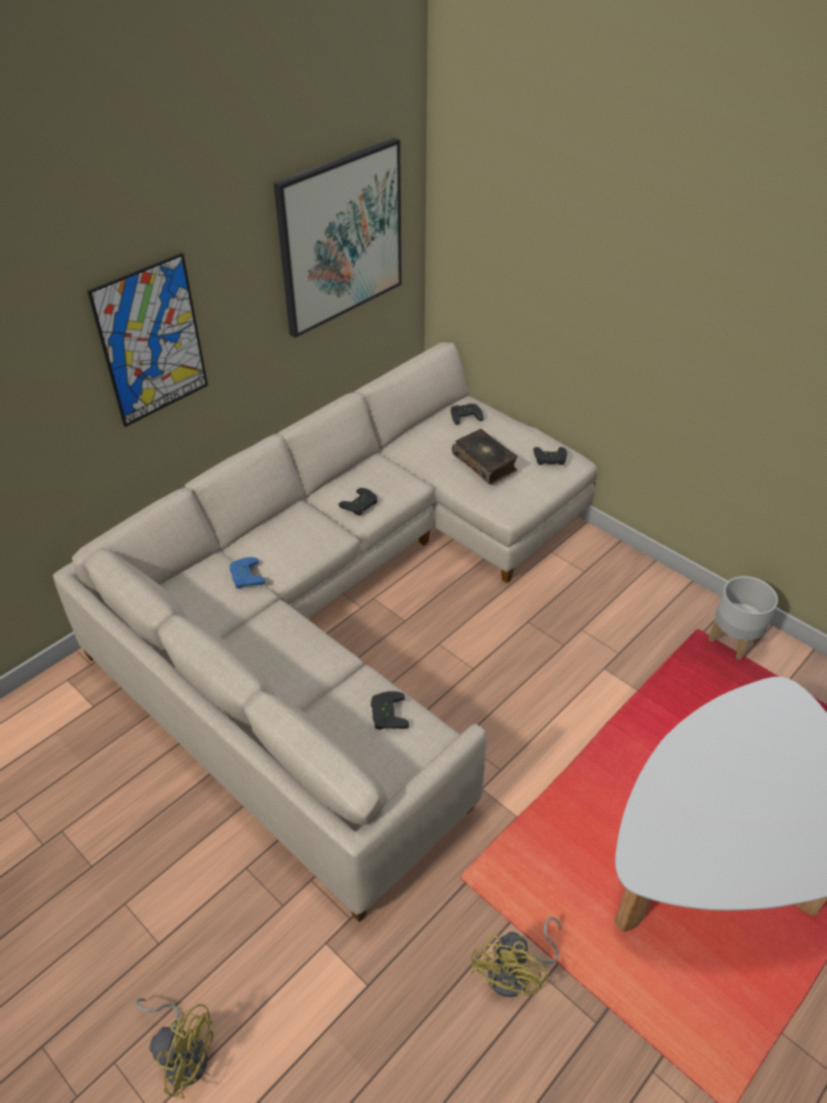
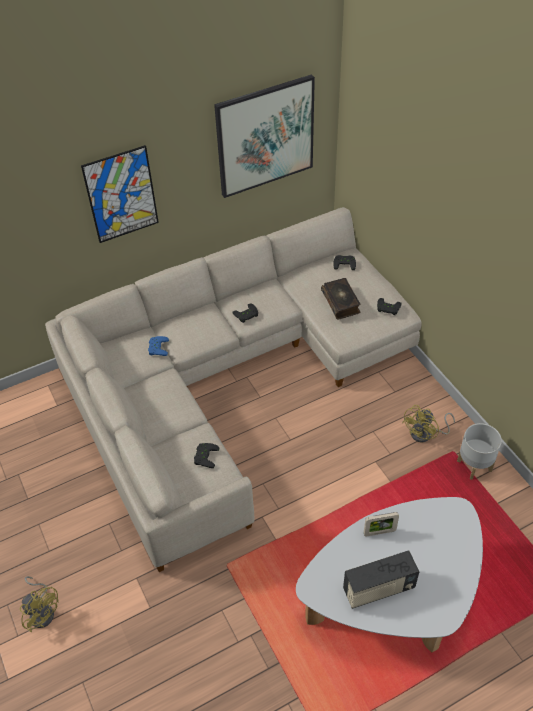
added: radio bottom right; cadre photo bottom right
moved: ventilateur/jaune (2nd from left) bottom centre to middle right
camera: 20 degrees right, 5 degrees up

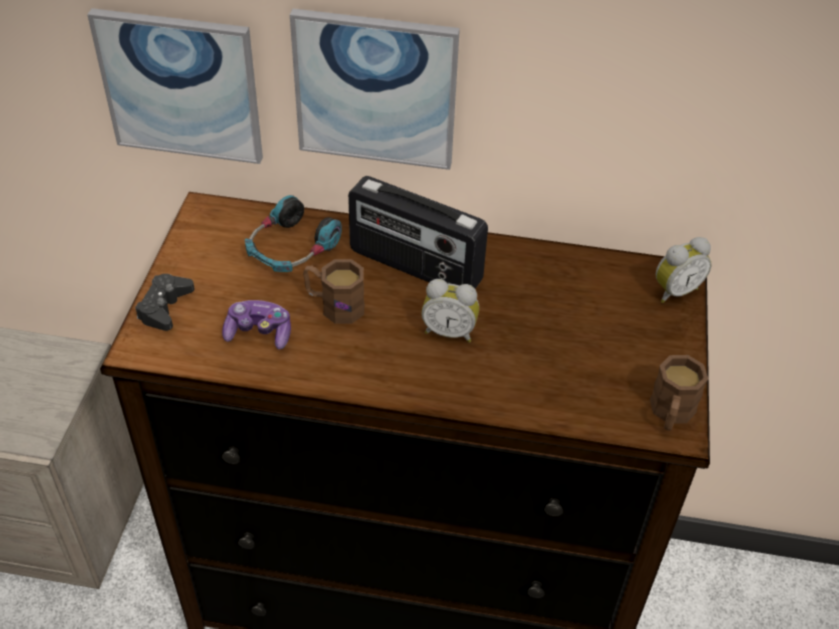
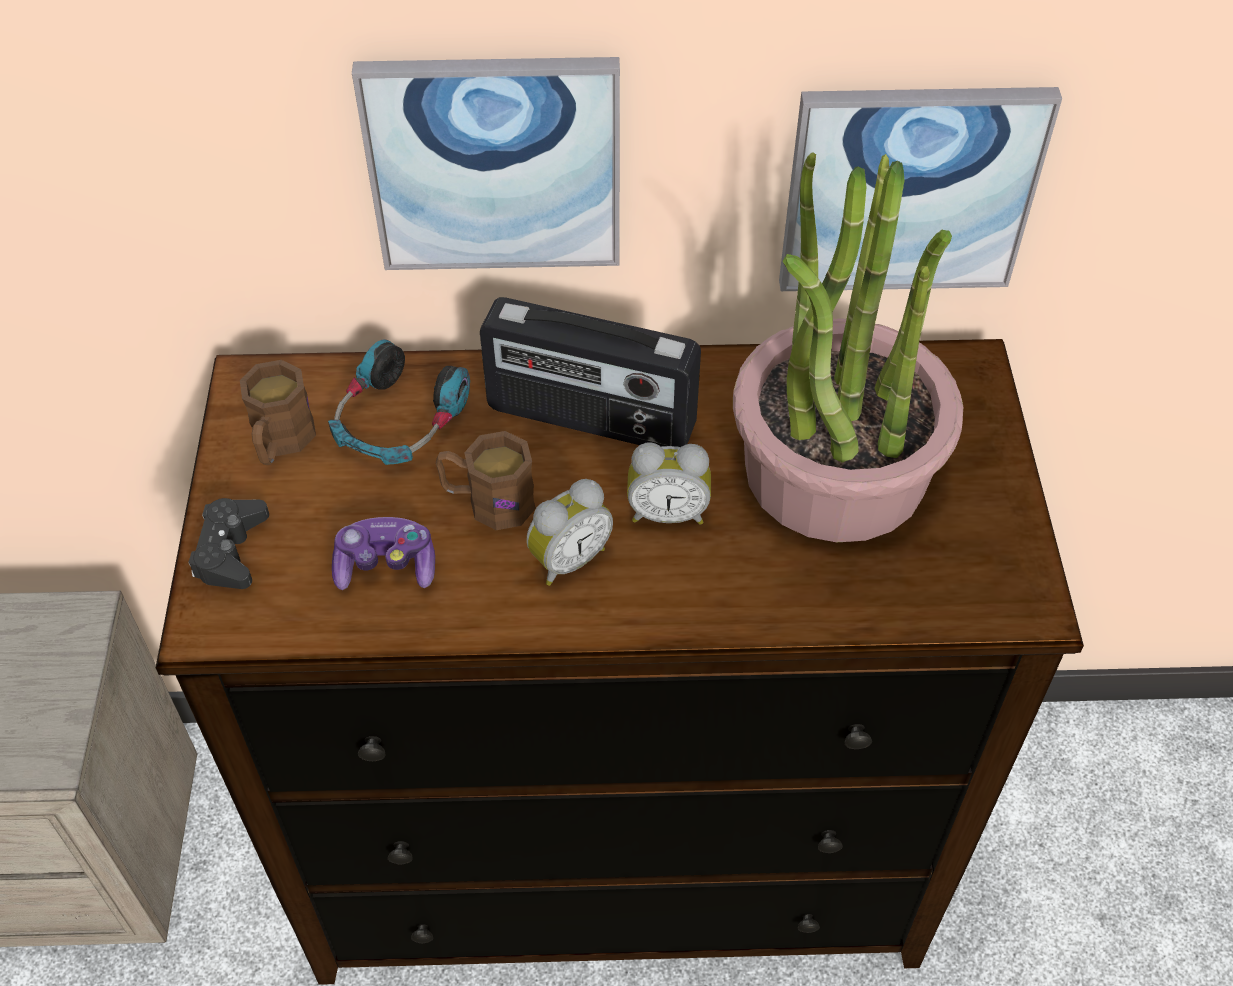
added: plante en pot middle right
moved: tableau (1st from left in the first image) top left to tableau (2nd from left) top right; mug/marron (2nd from left in the first image) middle right to mug/marron (1st from left) middle left; réveil (2nd from left in the first image) middle right to réveil (1st from left) centre
camera: 10 degrees left, 5 degrees up

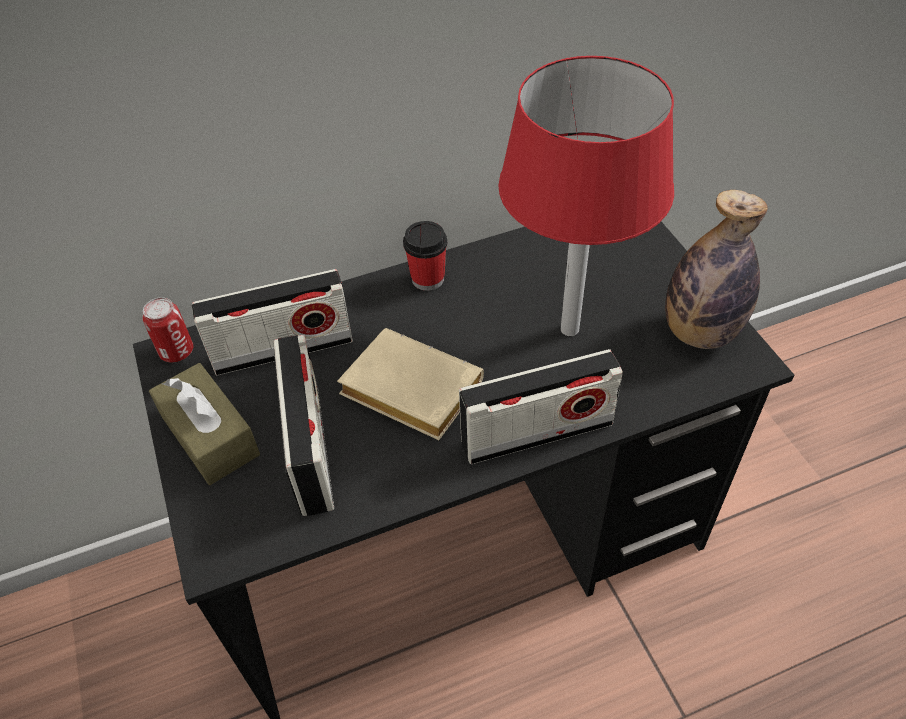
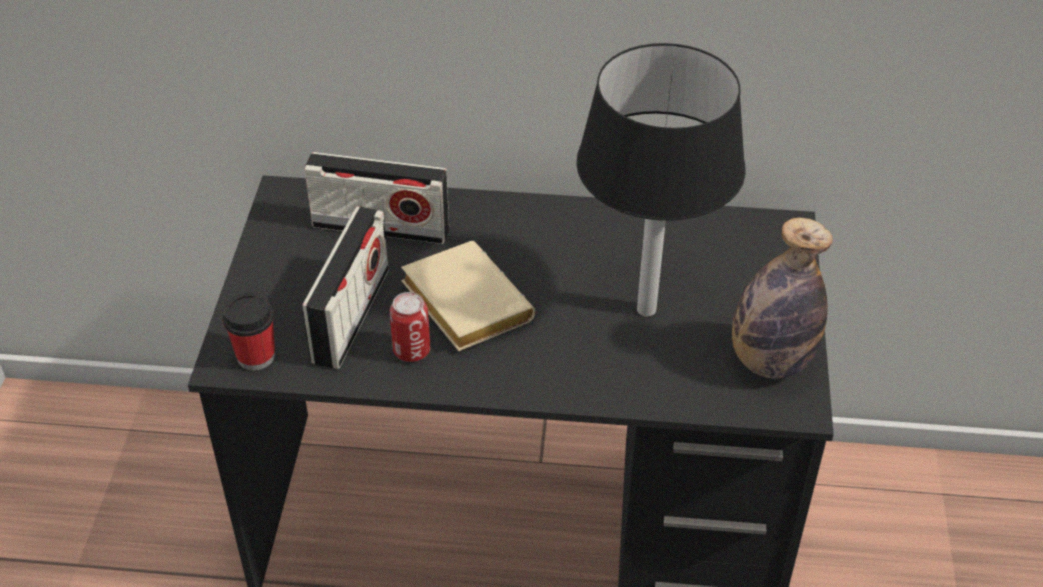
removed: boîte à mouchoirs/marron middle left; radio (3rd from left) centre
moved: boîte métallique middle left to centre; tasse centre to middle left
recoloured: lampe de table/rouge top centre to lampe de table/noir top centre
camera: 25 degrees right, 5 degrees down

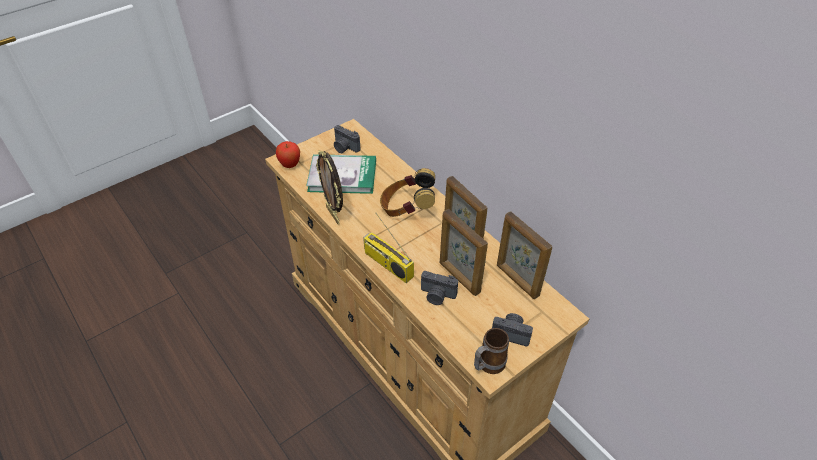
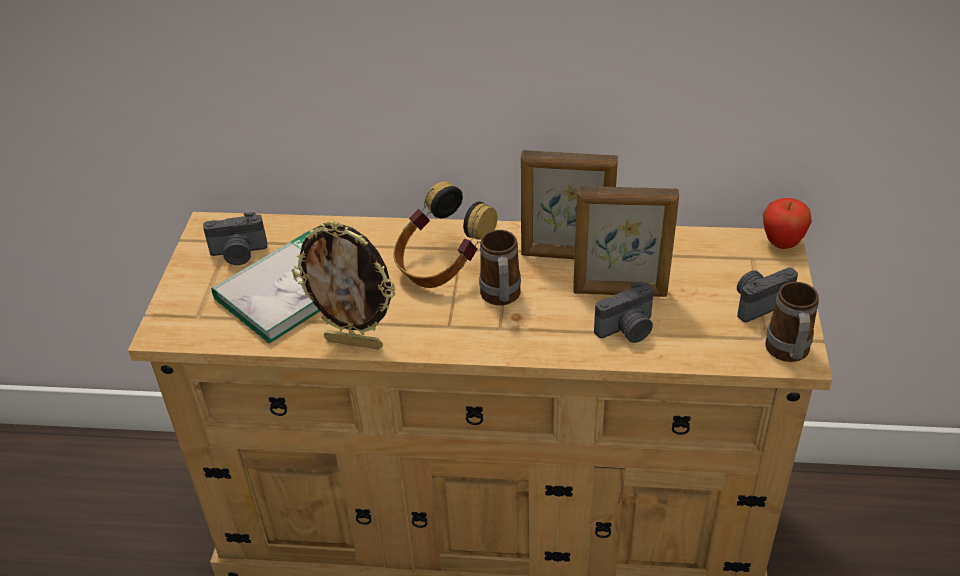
removed: radio centre; cadre photo (4th from left) centre
added: mug (1st from left) centre
moved: pomme centre to middle right
camera: 45 degrees left, 5 degrees down

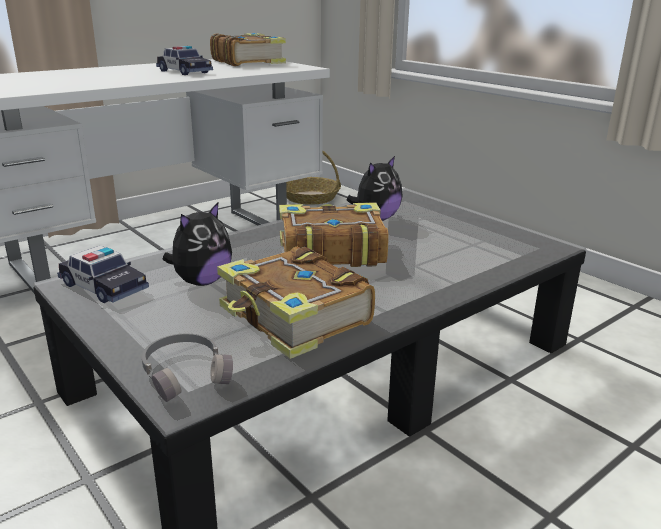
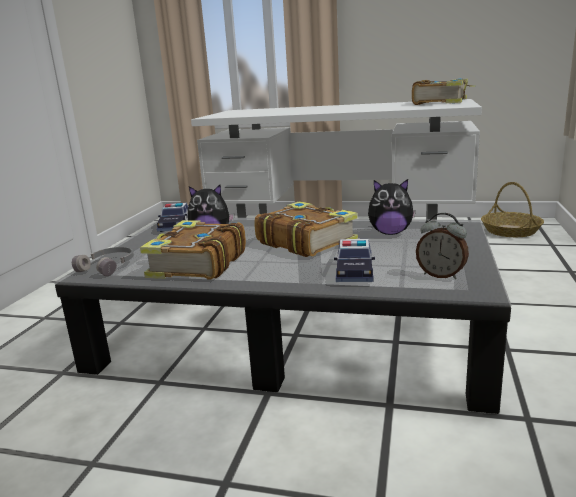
added: réveil middle right
moved: petite voiture (2nd from left) top left to centre
camera: 55 degrees right, 5 degrees down

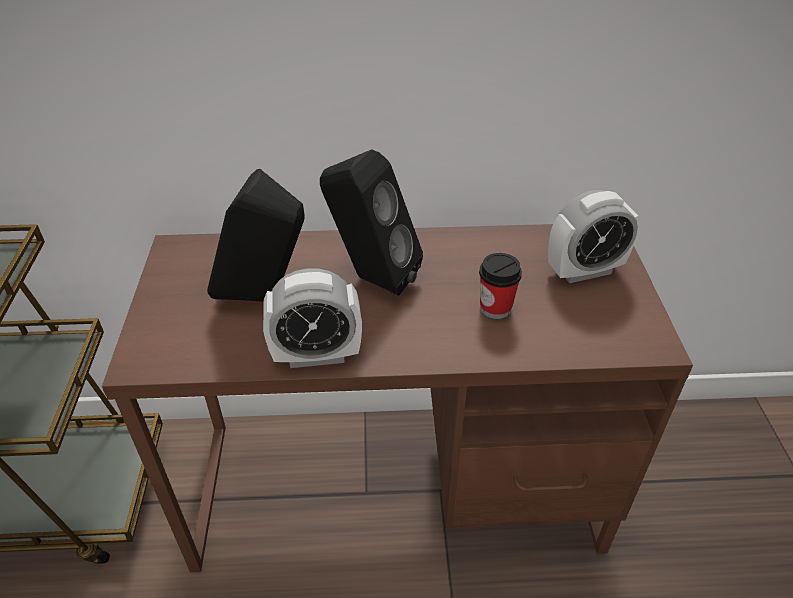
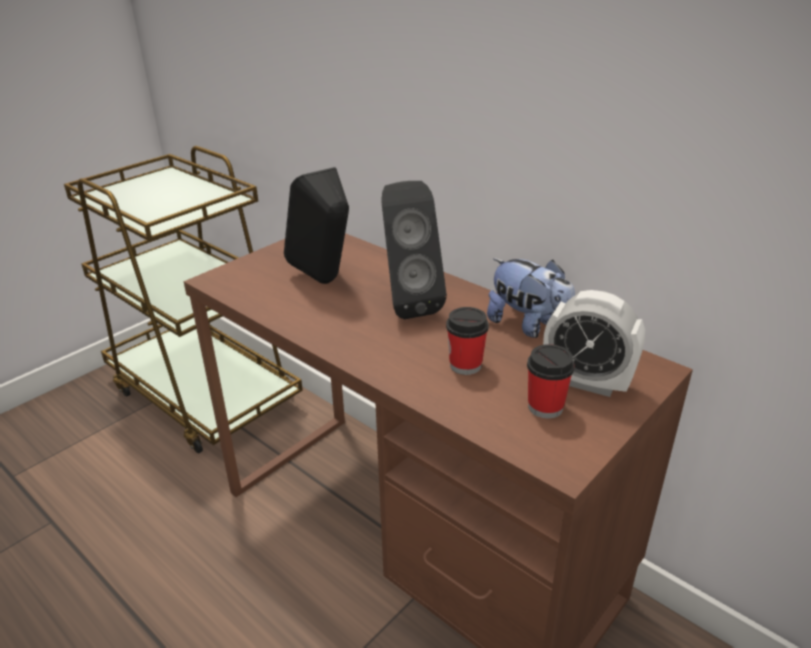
removed: réveil (1st from left) centre
added: peluche centre; tasse (2nd from left) middle right
camera: 45 degrees right, 10 degrees down

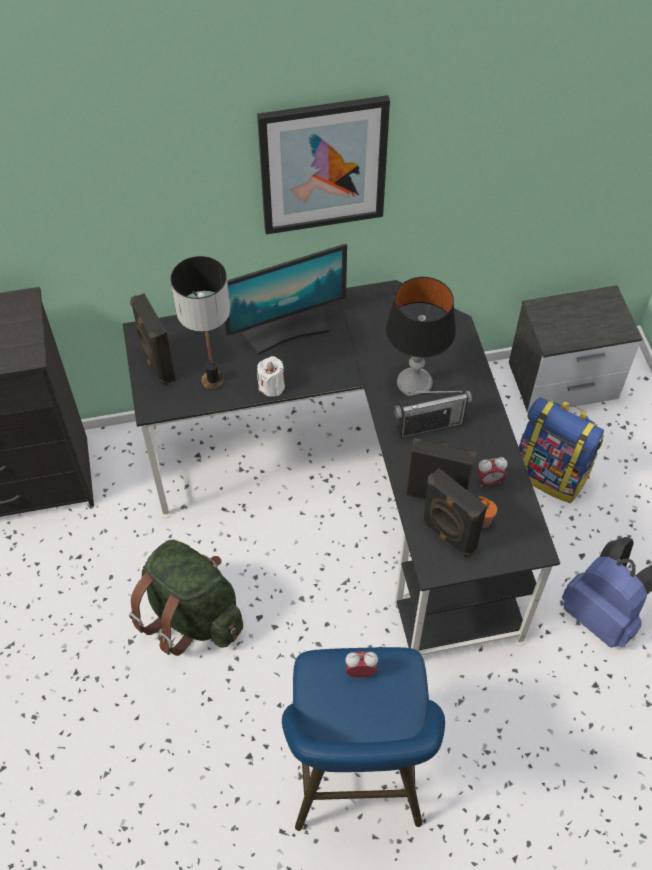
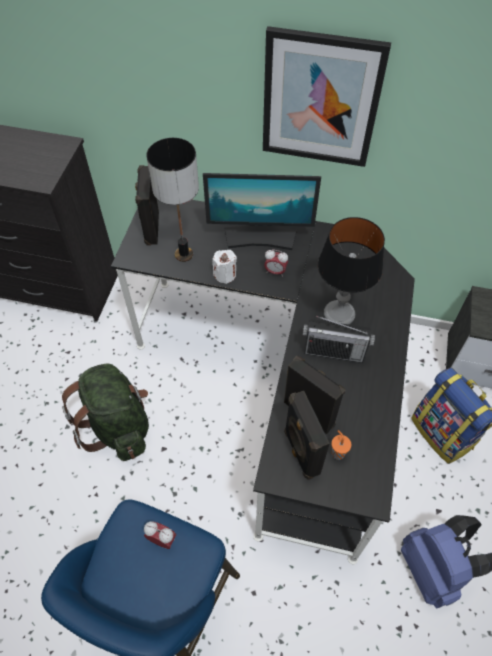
moved: réveil (2nd from left) middle right to centre
camera: 25 degrees right, 0 degrees up

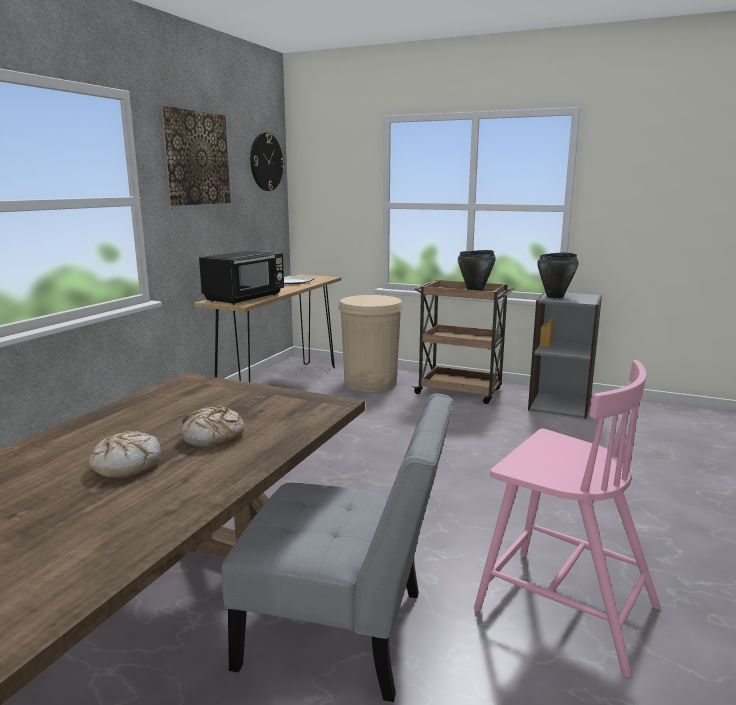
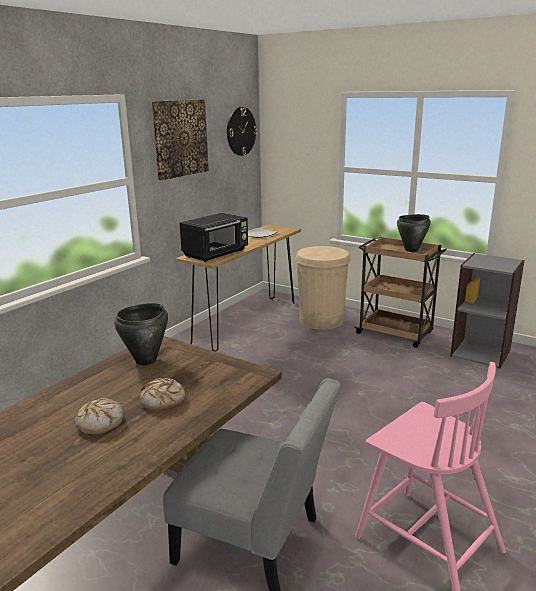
moved: marmite/noir (2nd from left in the first image) middle right to marmite/noir (1st from left) middle left
camera: 10 degrees right, 5 degrees up

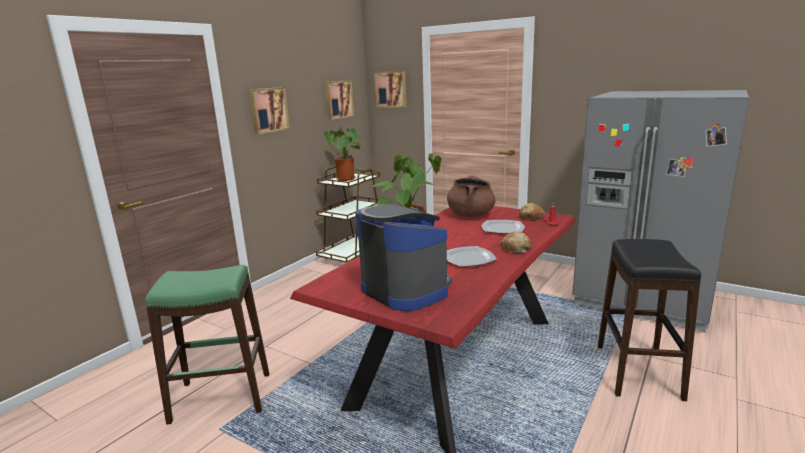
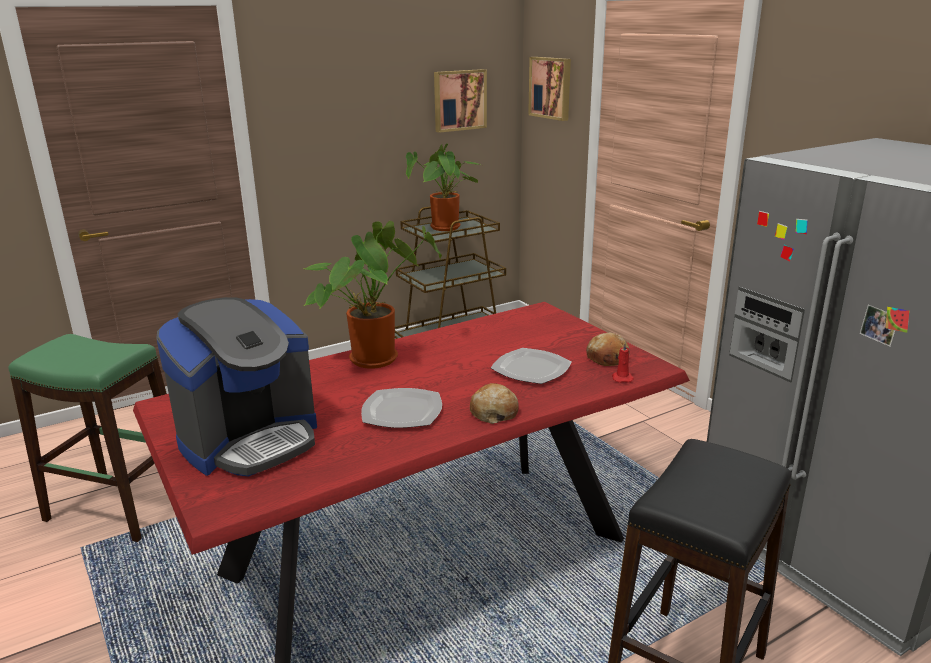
removed: tableau (1st from left) top centre; marmite/marron centre
turned: machine à café centre = middle left 60 degrees clockwise
camera: 25 degrees right, 5 degrees up

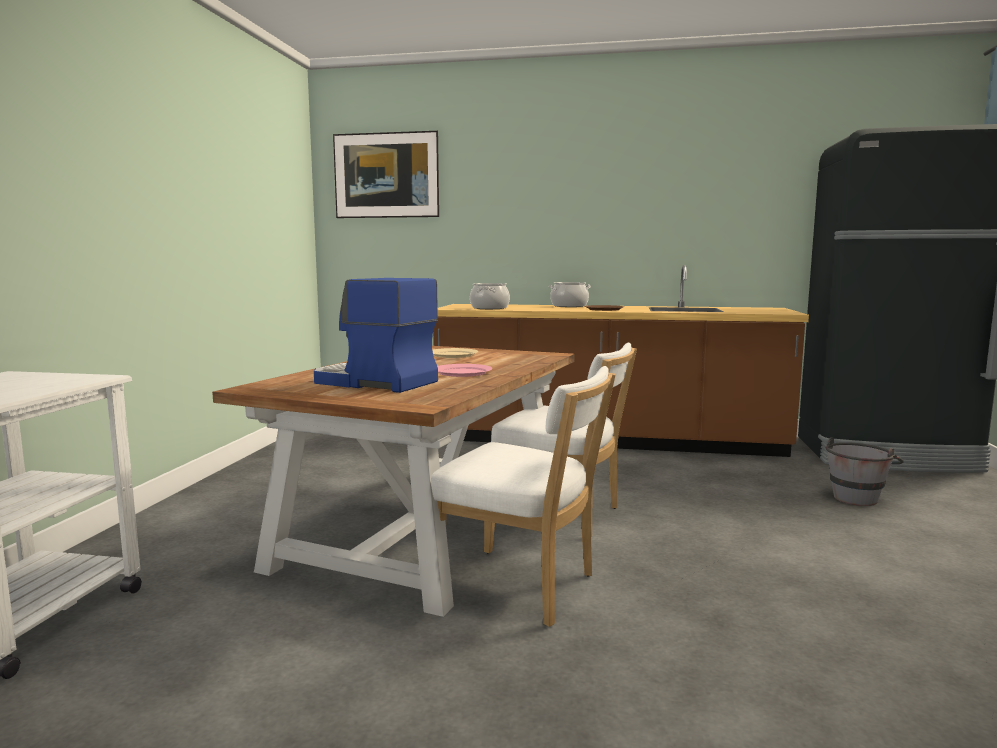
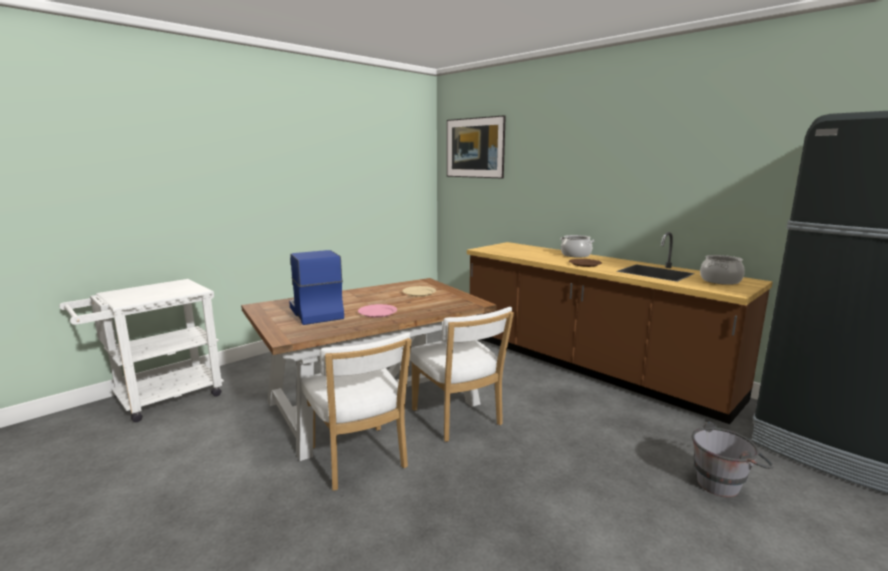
moved: marmite (1st from left in the first image) centre to marmite (2nd from left) middle right
camera: 35 degrees right, 5 degrees up

